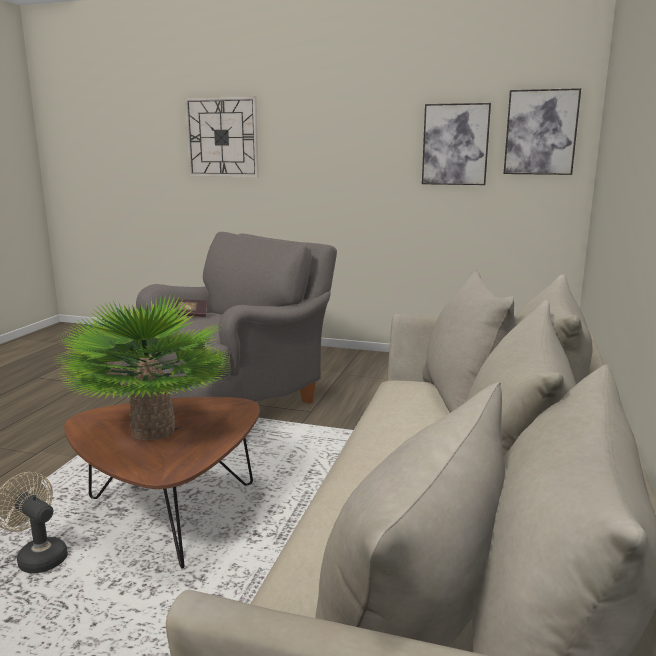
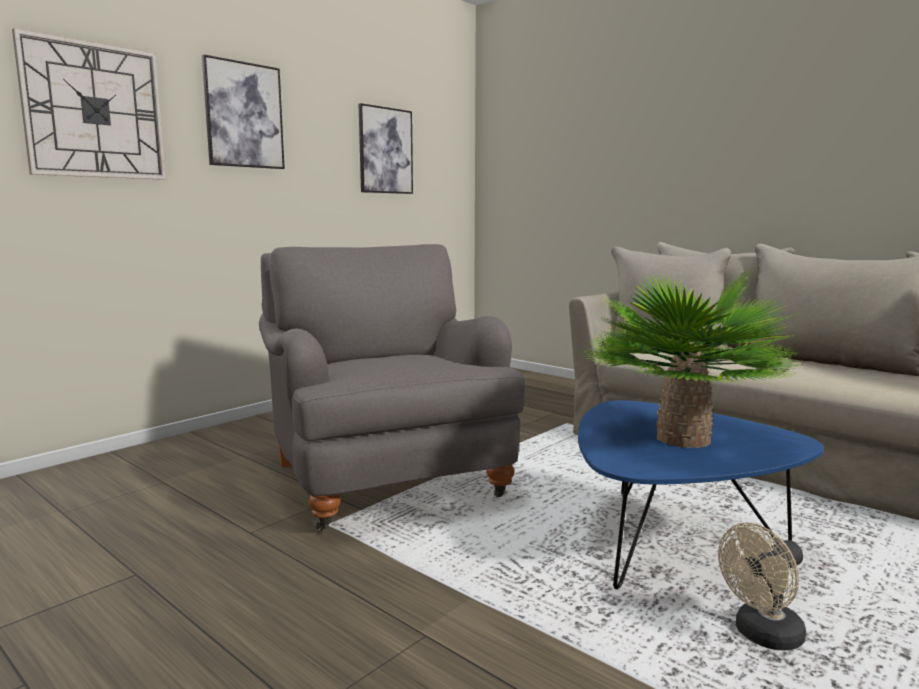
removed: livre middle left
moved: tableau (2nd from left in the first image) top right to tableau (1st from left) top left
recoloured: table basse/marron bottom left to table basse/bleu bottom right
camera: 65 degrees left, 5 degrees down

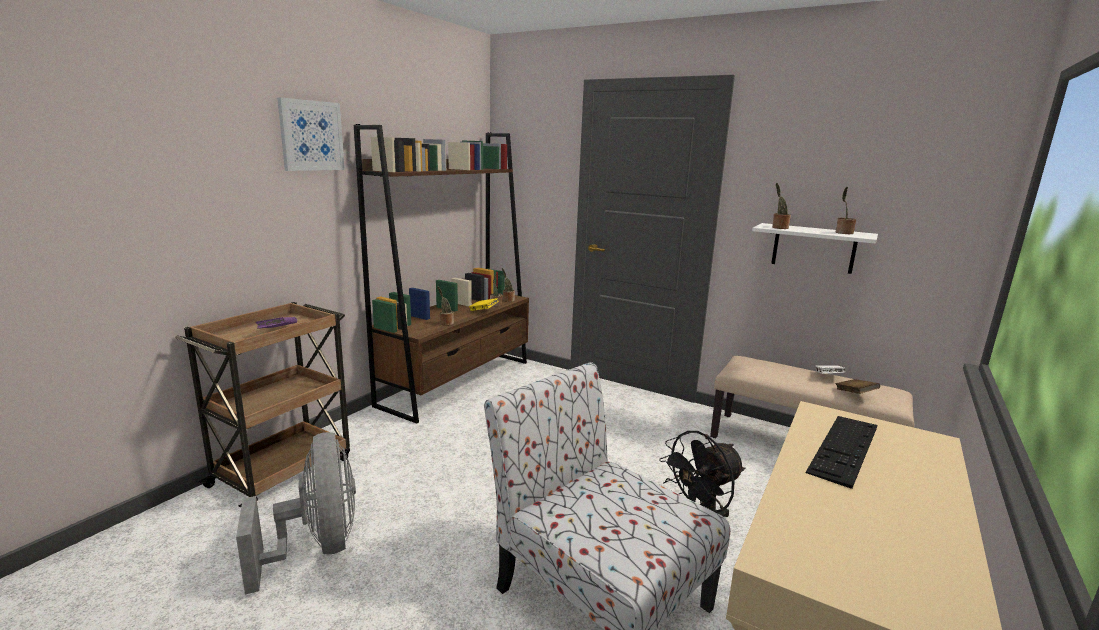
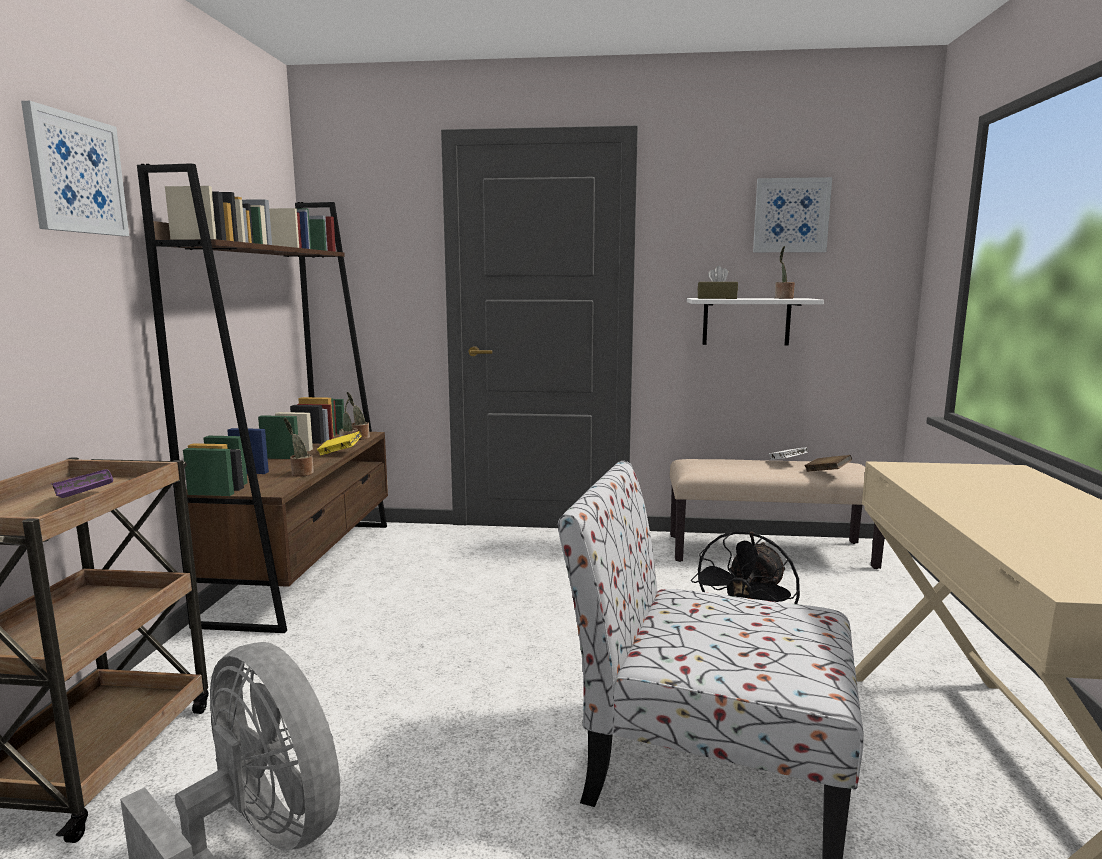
removed: clavier bottom right
added: tableau (2nd from left) top right
replaced: plante en pot (4th from left) top right to boîte à mouchoirs/marron top centre
camera: 25 degrees left, 5 degrees down

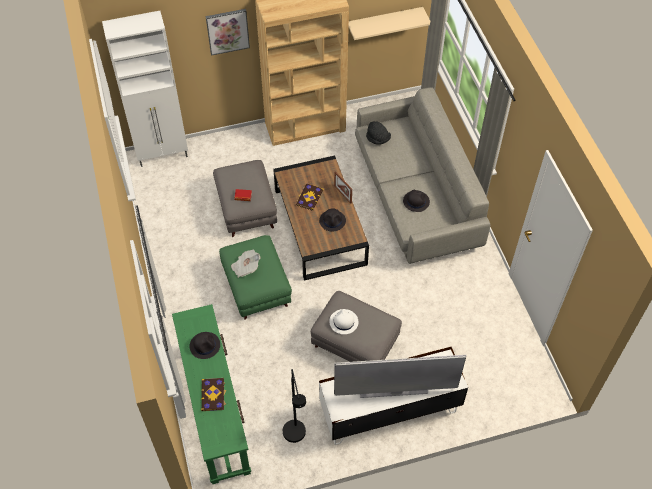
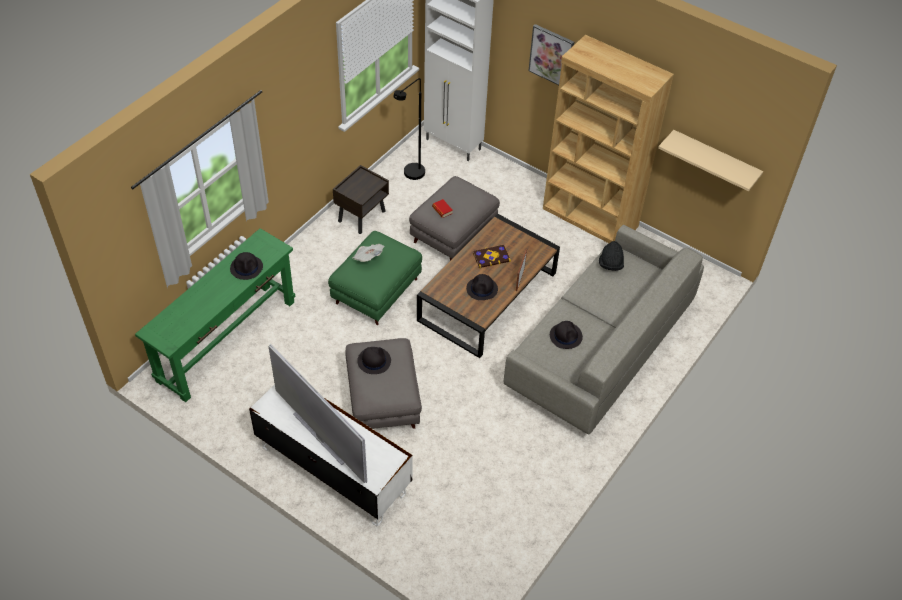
removed: livre (1st from left) bottom left
added: table de chevet/marron top centre
moved: lampadaire/noir bottom centre to top centre
recoloured: chapeau/blanc centre to chapeau/noir (2nd from left) centre
camera: 50 degrees right, 5 degrees down

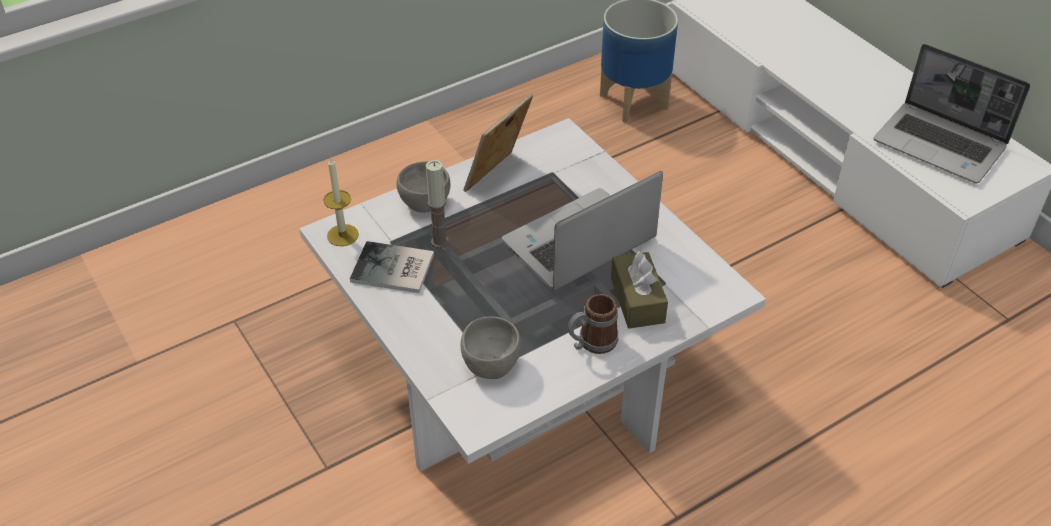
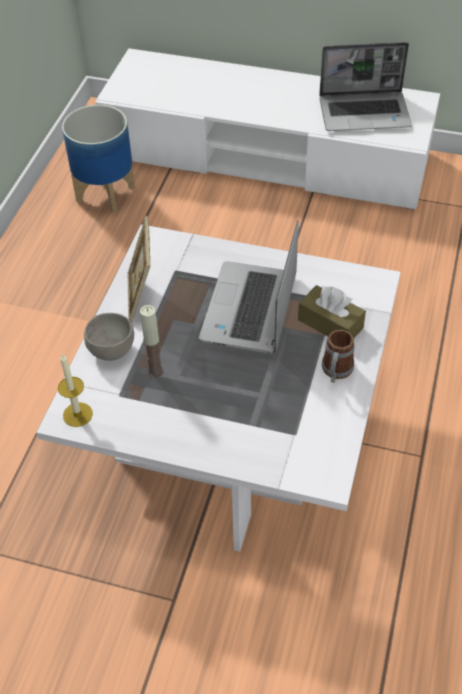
removed: livre centre; bol/gris (2nd from left) centre
camera: 40 degrees left, 5 degrees up

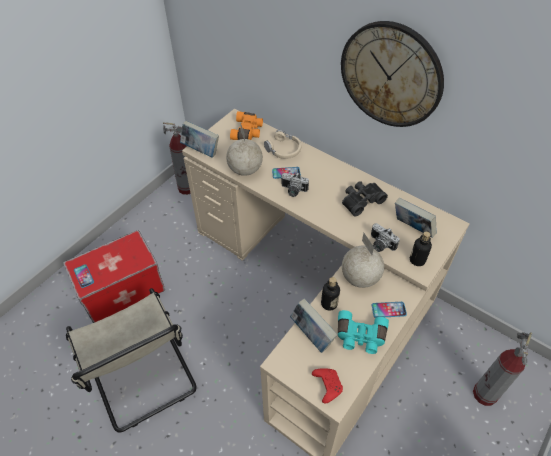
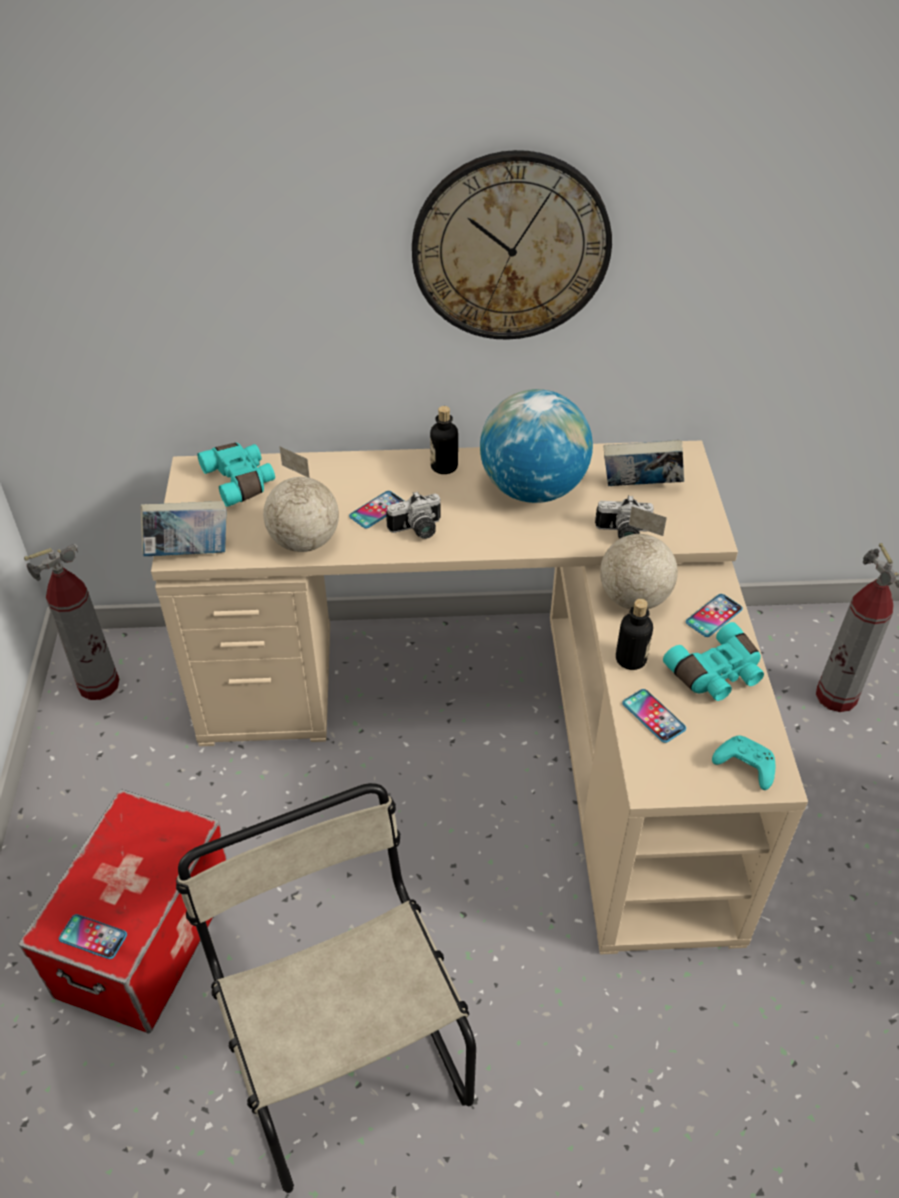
removed: casque audio/beige top centre
moved: bouteille (2nd from left in the first image) middle right to bouteille (1st from left) centre
replaced: livre (2nd from left) bottom centre to téléphone (3rd from left) middle right; jumelles/noir centre to globe (2nd from left) centre
recoloured: jumelles/orange top centre to jumelles/turquoise (1st from left) middle left; manette/rouge bottom centre to manette/turquoise middle right
turned: chaise/beige bottom left = bottom centre 135 degrees counterclockwise
camera: 40 degrees left, 5 degrees down

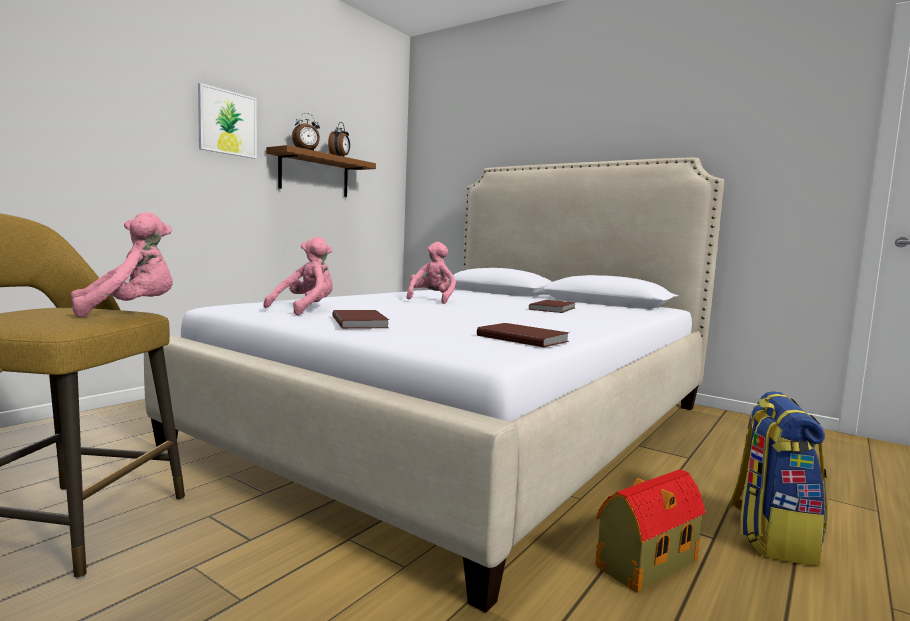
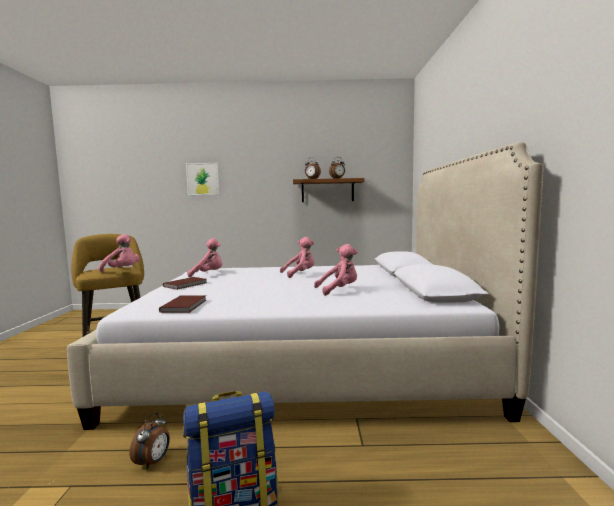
moved: tableau top left to middle left
replaced: livre/marron (3rd from left) centre to peluche/rose (4th from left) centre; maison miniature bottom right to réveil (1st from left) bottom left
camera: 55 degrees right, 0 degrees up

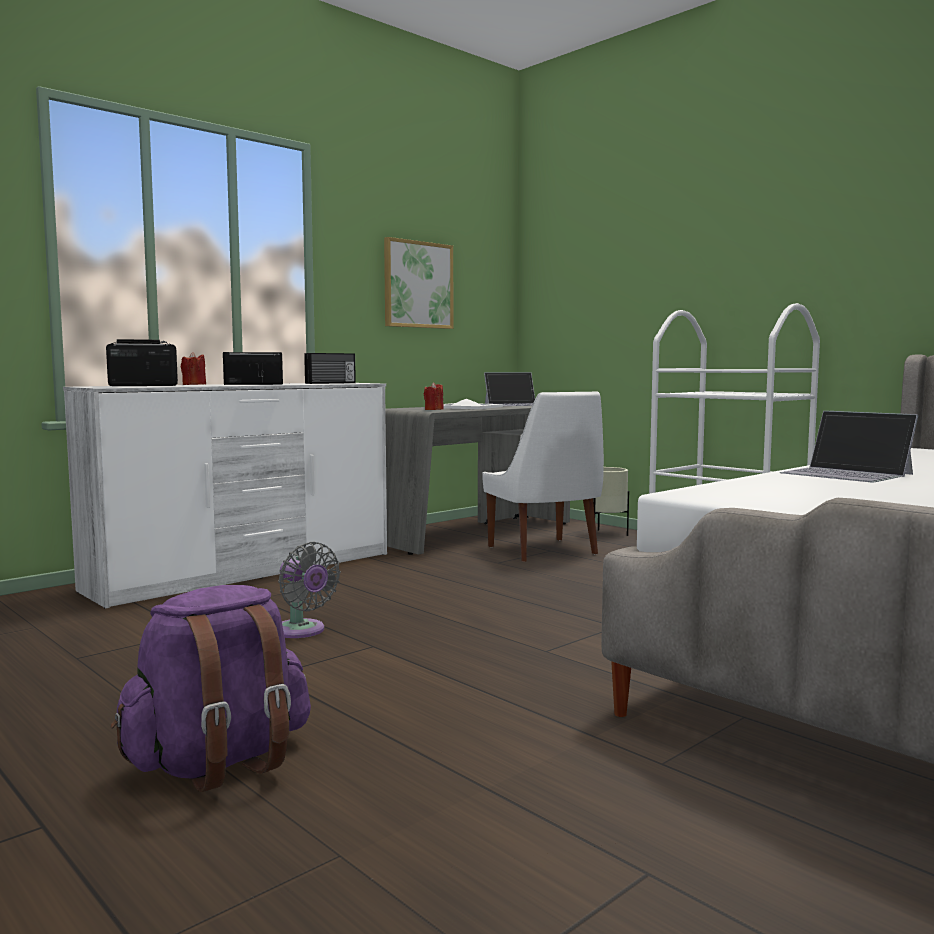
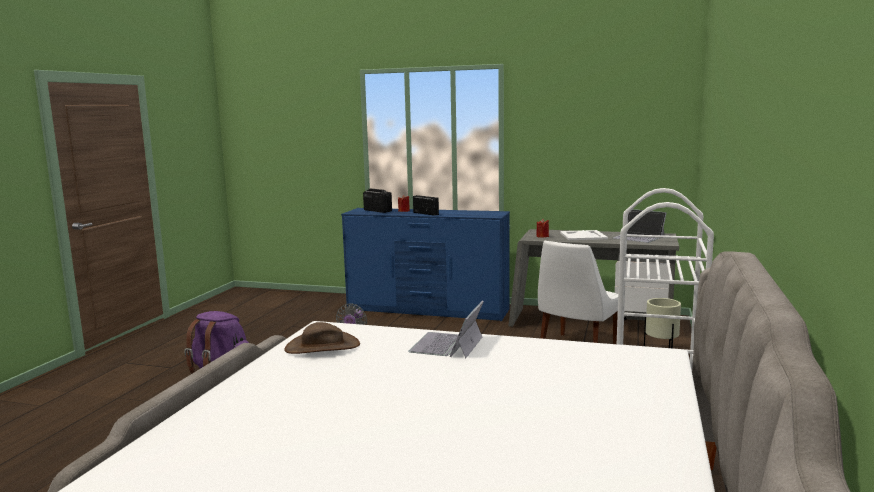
removed: radio (3rd from left) centre; tableau top centre
added: chapeau/marron bottom centre
recoloured: commode/blanc middle left to commode/bleu centre
camera: 60 degrees right, 5 degrees up

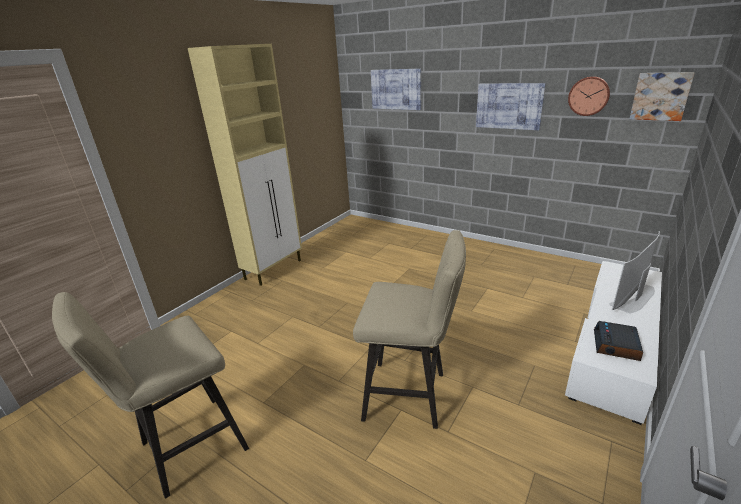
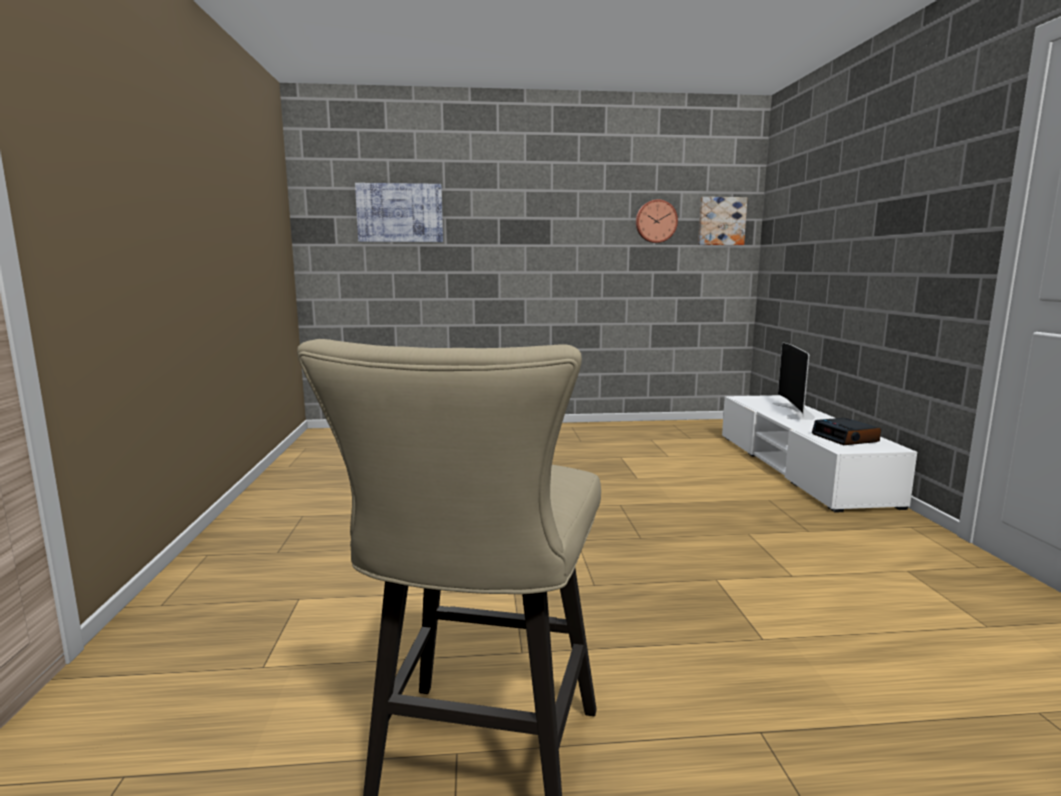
removed: meuble de rangement/beige top left; tabouret/beige (2nd from left) centre; tableau (2nd from left) top right
camera: 40 degrees left, 15 degrees down

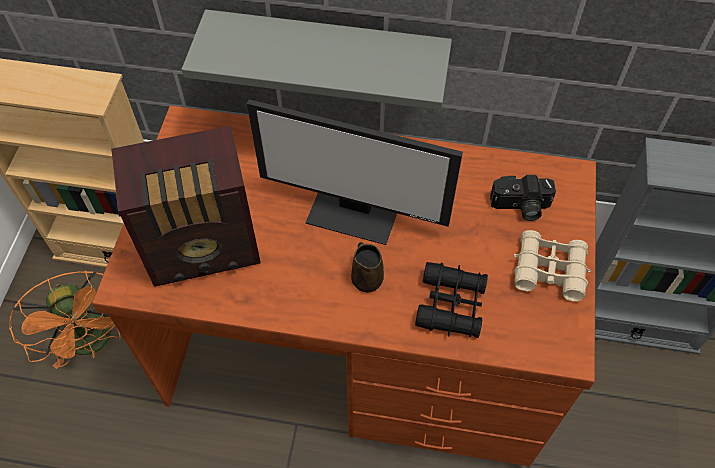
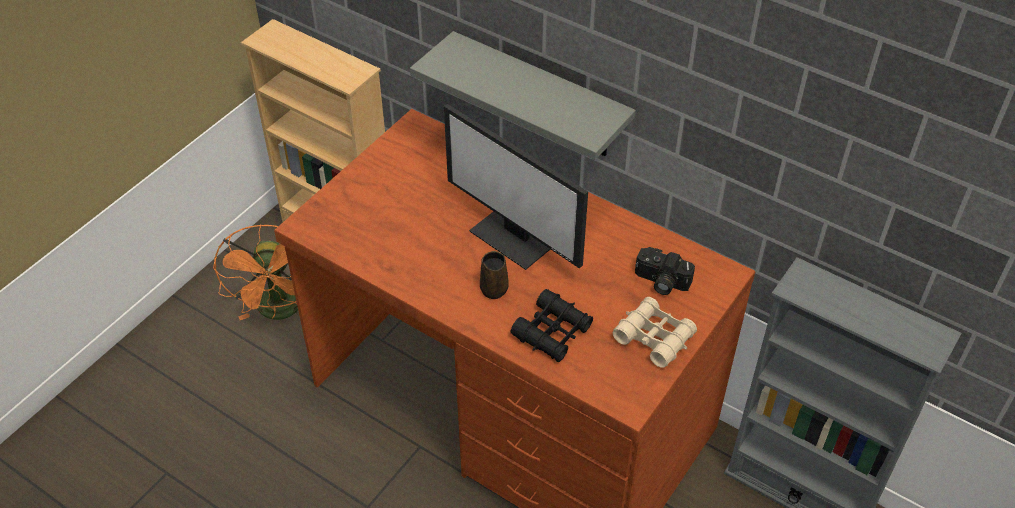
removed: radio middle left
camera: 25 degrees right, 10 degrees down

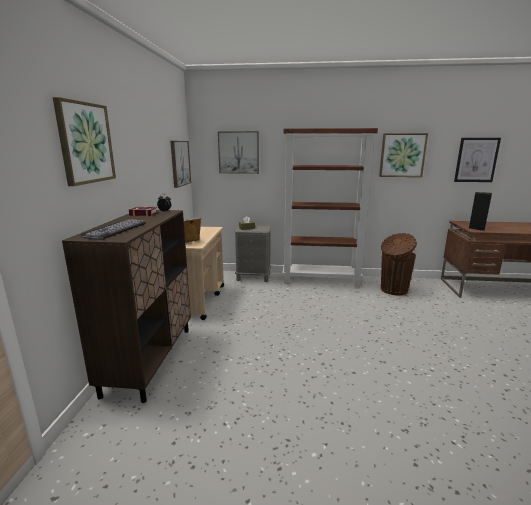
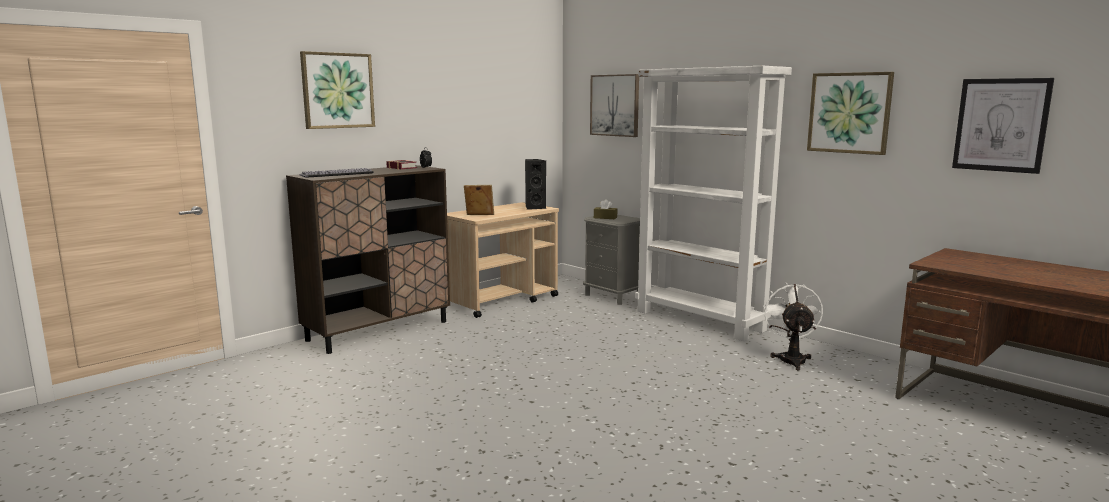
removed: tableau (2nd from left) top centre
moved: enceinte/noir middle right to centre
replaced: poubelle/marron middle right to ventilateur/blanc middle right
recoloured: bibliothèque/marron centre to bibliothèque/blanc centre
camera: 40 degrees right, 5 degrees down

